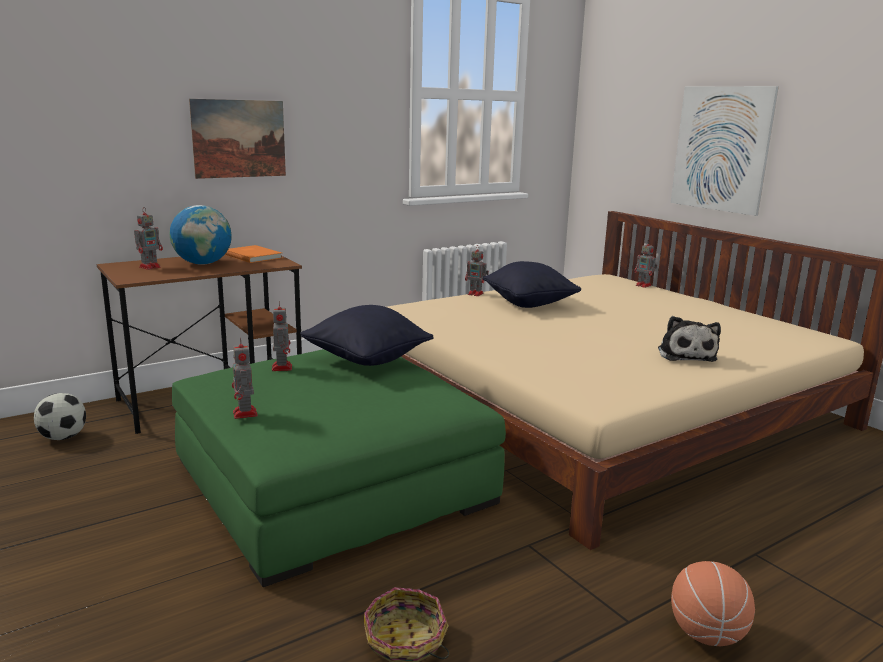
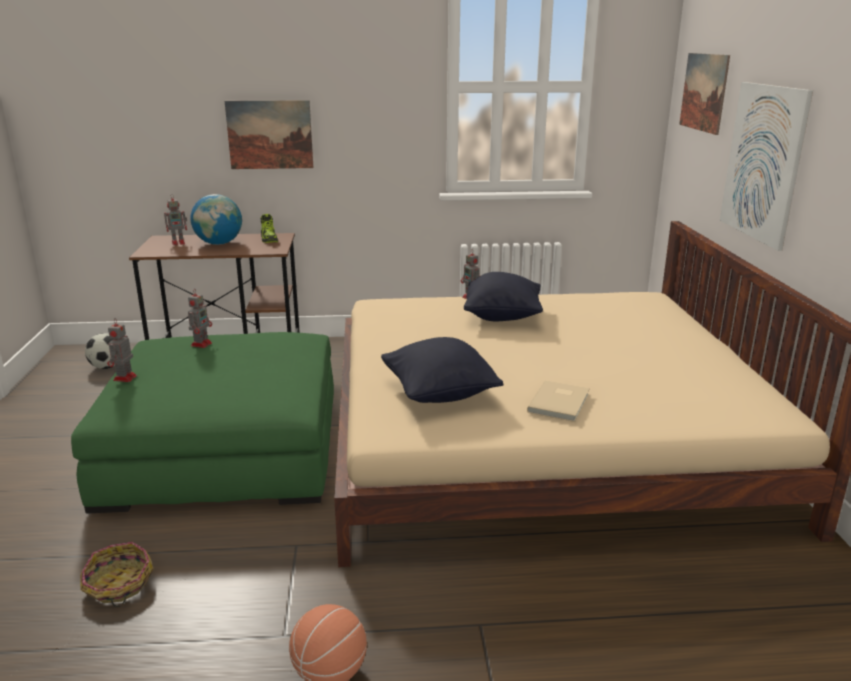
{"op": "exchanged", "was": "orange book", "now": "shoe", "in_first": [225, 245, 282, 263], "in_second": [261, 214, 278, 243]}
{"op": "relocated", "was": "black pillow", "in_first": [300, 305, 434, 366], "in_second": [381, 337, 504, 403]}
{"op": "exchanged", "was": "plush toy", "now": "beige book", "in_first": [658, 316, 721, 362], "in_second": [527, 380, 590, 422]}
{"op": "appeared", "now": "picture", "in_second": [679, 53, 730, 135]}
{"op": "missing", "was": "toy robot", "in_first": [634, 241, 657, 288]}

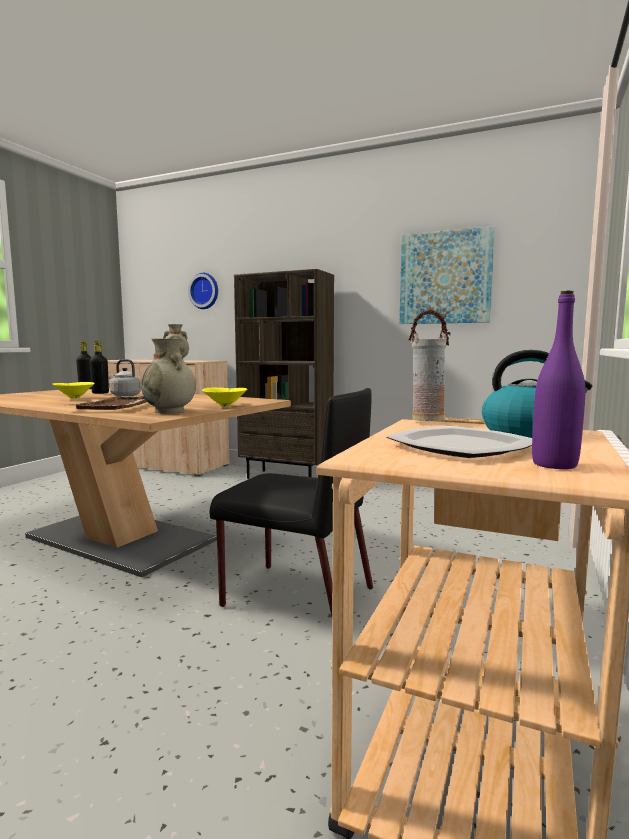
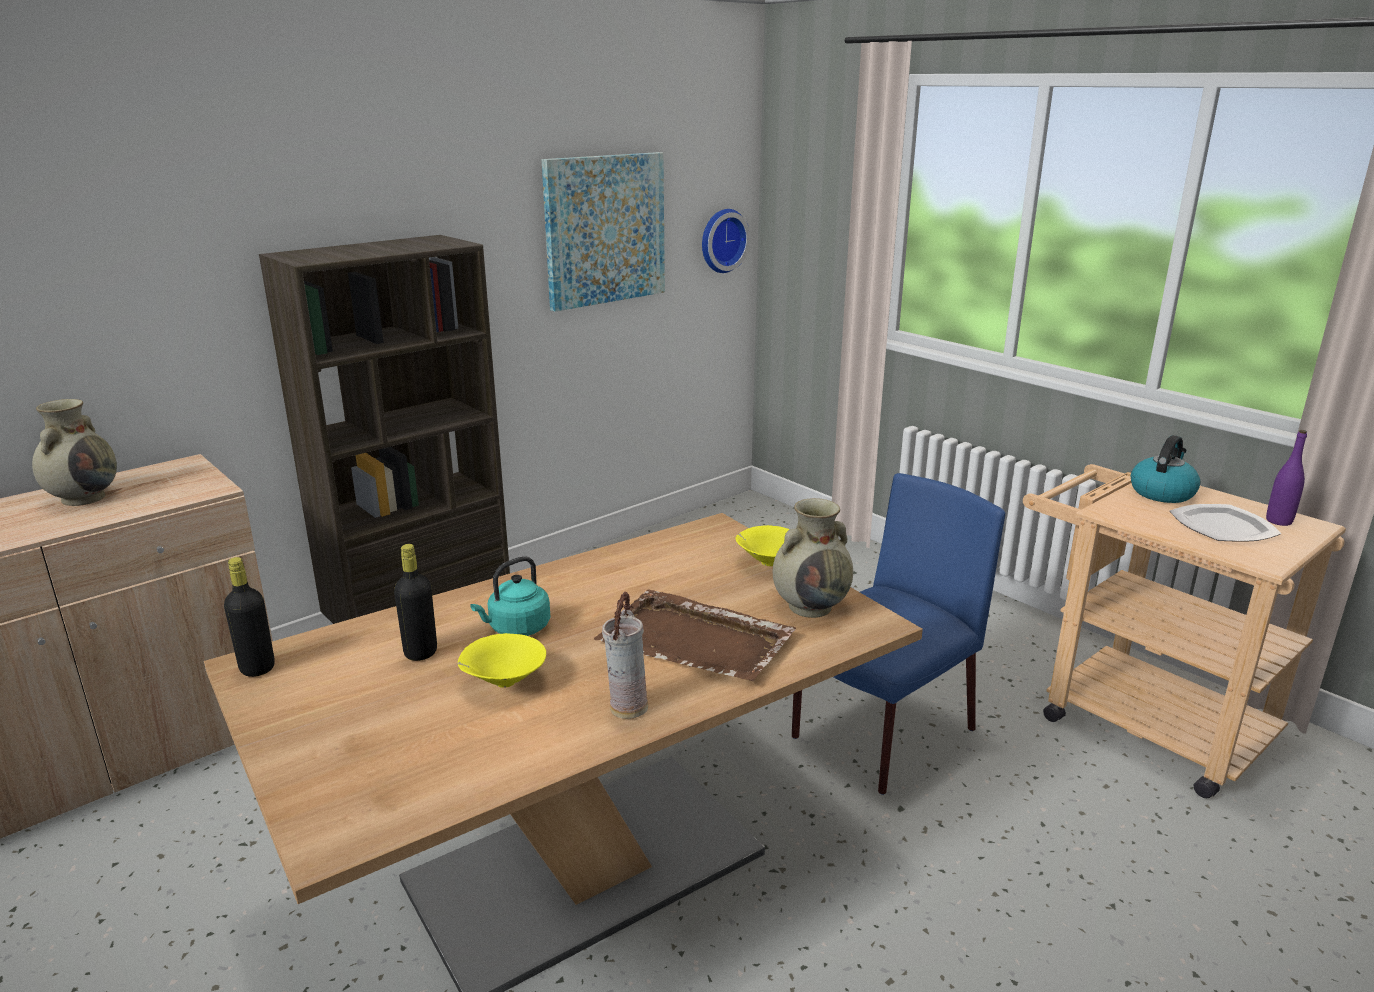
{"op": "colour", "was": "grey kettle", "now": "turquoise kettle", "in_first": [109, 359, 141, 397], "in_second": [470, 556, 551, 636]}
{"op": "relocated", "was": "vase", "in_first": [408, 310, 450, 421], "in_second": [602, 592, 648, 719]}
{"op": "relocated", "was": "wall clock", "in_first": [188, 273, 218, 309], "in_second": [702, 209, 750, 273]}
{"op": "colour", "was": "black chair", "now": "blue chair", "in_first": [209, 388, 373, 616], "in_second": [792, 473, 1005, 795]}

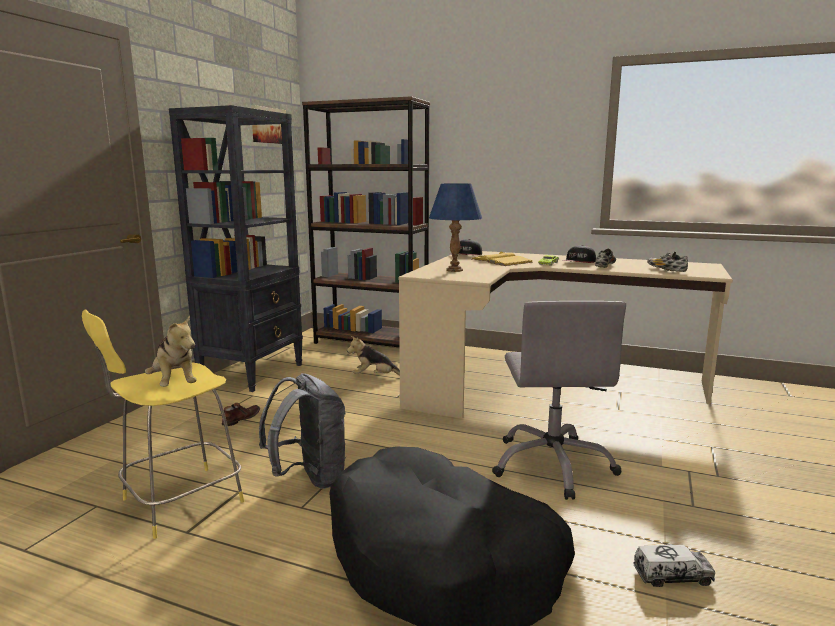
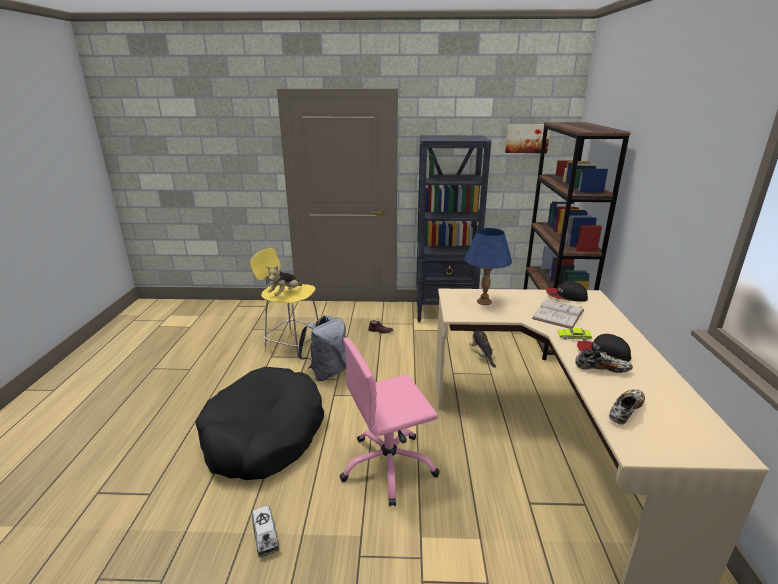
{"op": "colour", "was": "grey office chair", "now": "pink office chair", "in_first": [492, 301, 626, 500], "in_second": [340, 338, 440, 506]}
{"op": "colour", "was": "yellow book", "now": "white book", "in_first": [472, 251, 533, 266], "in_second": [532, 300, 585, 329]}

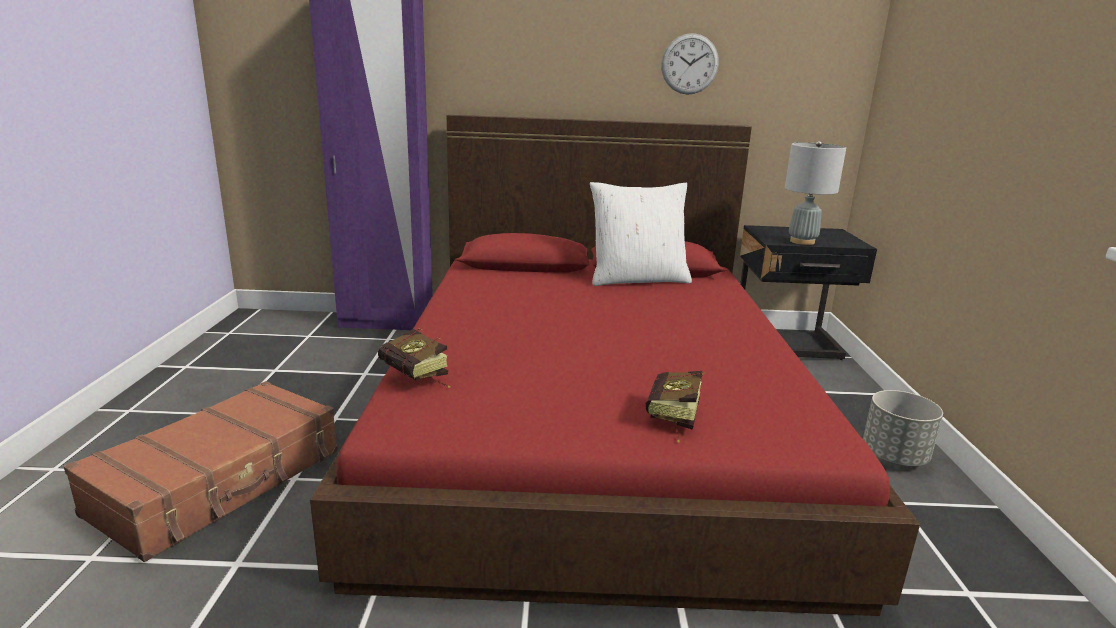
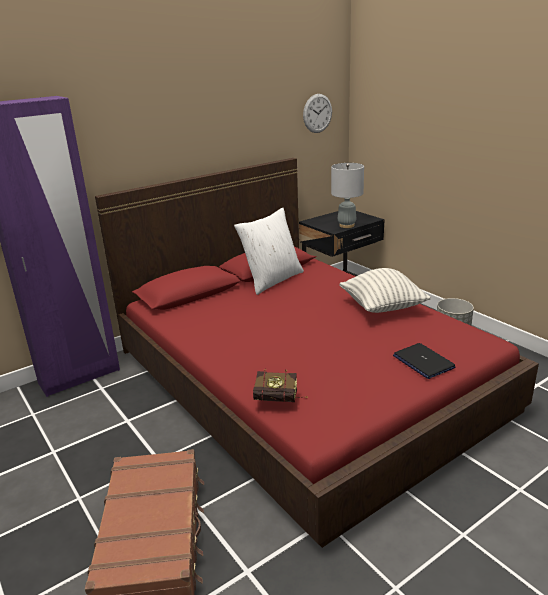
{"op": "relocated", "was": "wall clock", "in_first": [661, 33, 719, 95], "in_second": [303, 94, 332, 133]}
{"op": "appeared", "now": "pillow", "in_second": [340, 268, 431, 313]}
{"op": "exchanged", "was": "book", "now": "laptop", "in_first": [646, 371, 705, 443], "in_second": [393, 343, 456, 379]}

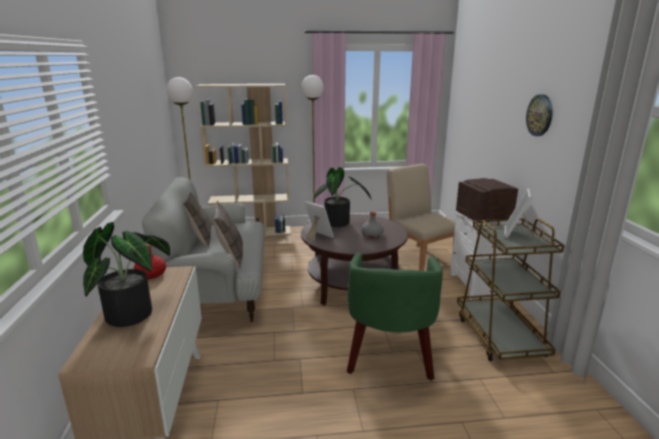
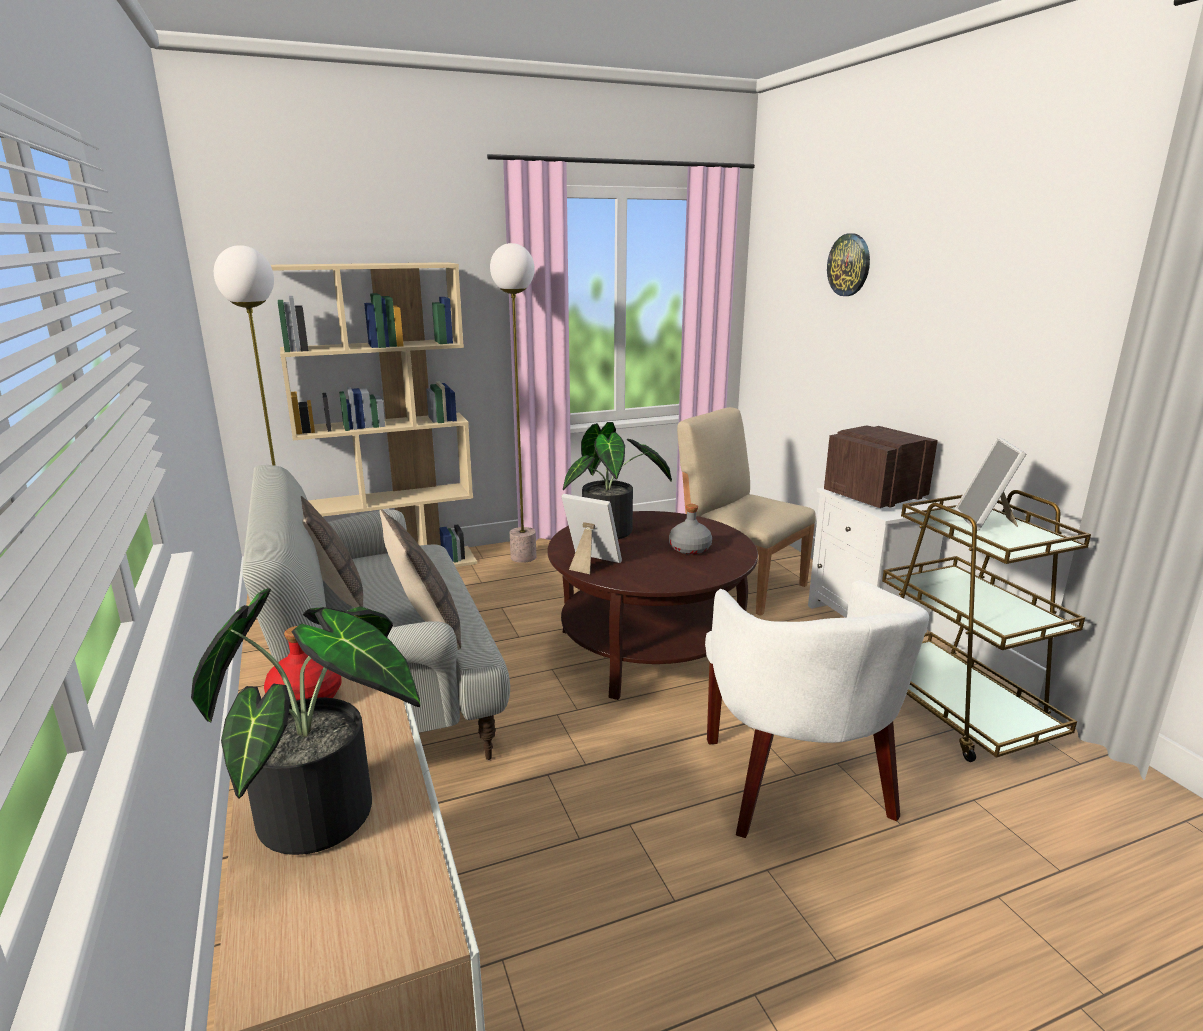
{"op": "colour", "was": "green armchair", "now": "white armchair", "in_first": [347, 253, 443, 380], "in_second": [705, 580, 929, 838]}
{"op": "relocated", "was": "wall clock", "in_first": [526, 94, 553, 136], "in_second": [827, 234, 870, 296]}

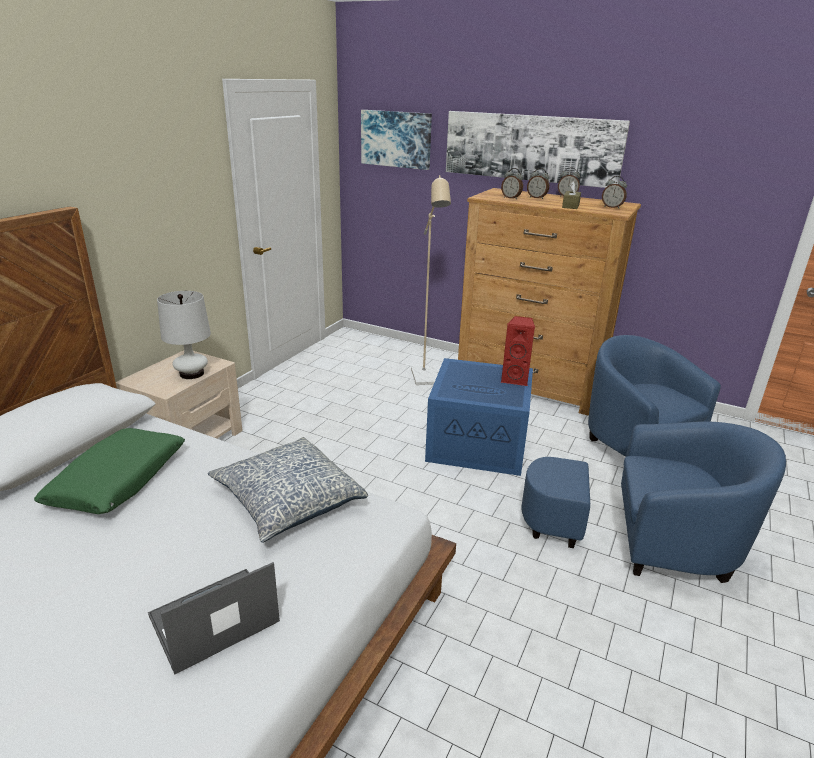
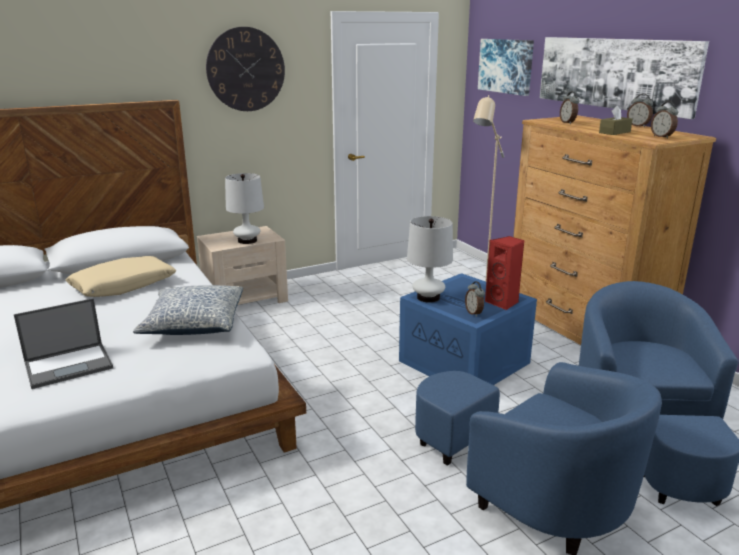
{"op": "spun", "was": "laptop", "in_first": [148, 562, 280, 675], "in_second": [14, 298, 113, 389], "clockwise": 150}
{"op": "colour", "was": "green pillow", "now": "beige pillow", "in_first": [34, 428, 185, 514], "in_second": [66, 256, 176, 297]}
{"op": "appeared", "now": "wall clock", "in_second": [206, 27, 285, 111]}
{"op": "appeared", "now": "white table lamp", "in_second": [407, 216, 453, 303]}
{"op": "relocated", "was": "alarm clock", "in_first": [527, 168, 549, 199], "in_second": [465, 281, 485, 317]}

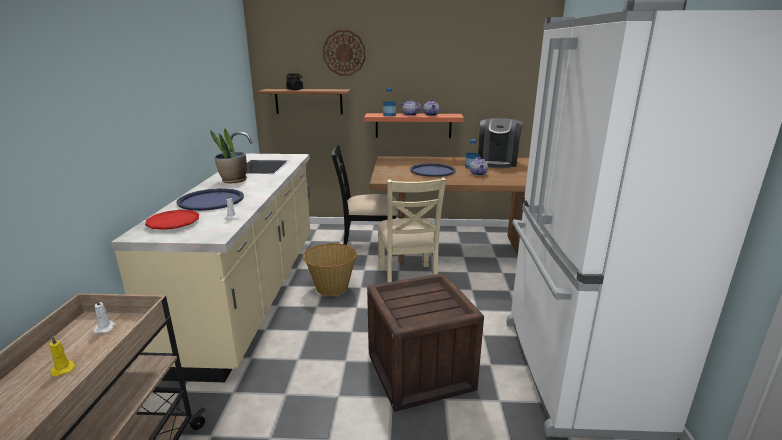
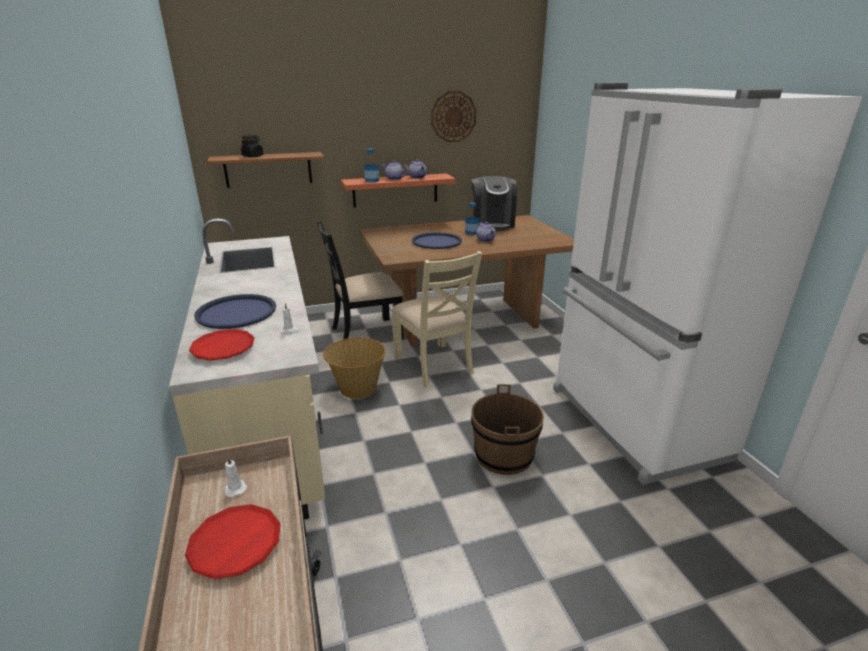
{"op": "exchanged", "was": "yellow candle", "now": "red plate", "in_first": [50, 336, 75, 376], "in_second": [185, 504, 281, 579]}
{"op": "relocated", "was": "wall clock", "in_first": [323, 30, 366, 76], "in_second": [431, 91, 476, 142]}
{"op": "exchanged", "was": "crate", "now": "brown bucket", "in_first": [367, 273, 484, 412], "in_second": [471, 384, 544, 475]}
{"op": "missing", "was": "potted plant", "in_first": [210, 128, 247, 183]}

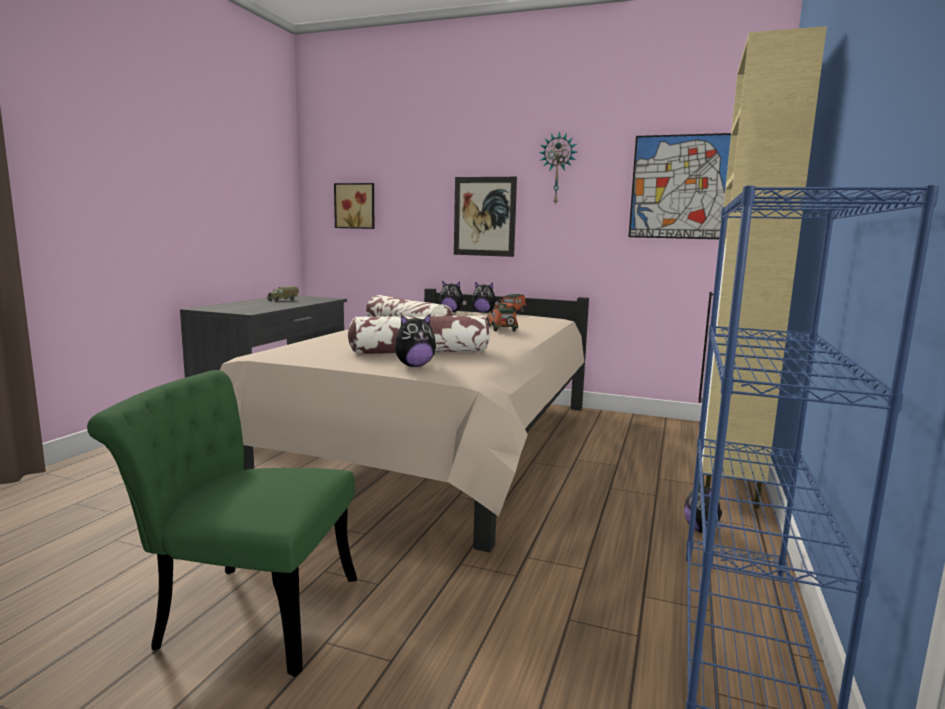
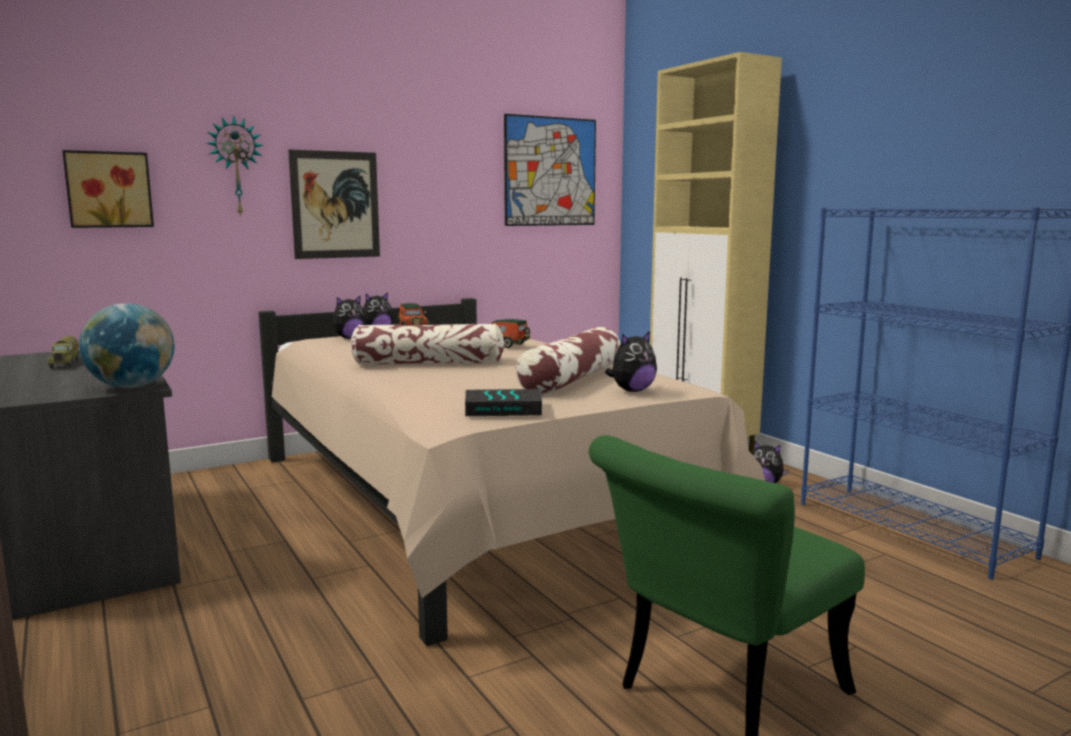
{"op": "appeared", "now": "globe", "in_second": [79, 303, 175, 388]}
{"op": "relocated", "was": "wall clock", "in_first": [539, 132, 577, 206], "in_second": [207, 115, 264, 217]}
{"op": "appeared", "now": "book", "in_second": [465, 389, 542, 416]}
{"op": "spun", "was": "plush toy", "in_first": [395, 313, 436, 367], "in_second": [605, 331, 657, 392], "clockwise": 45}

